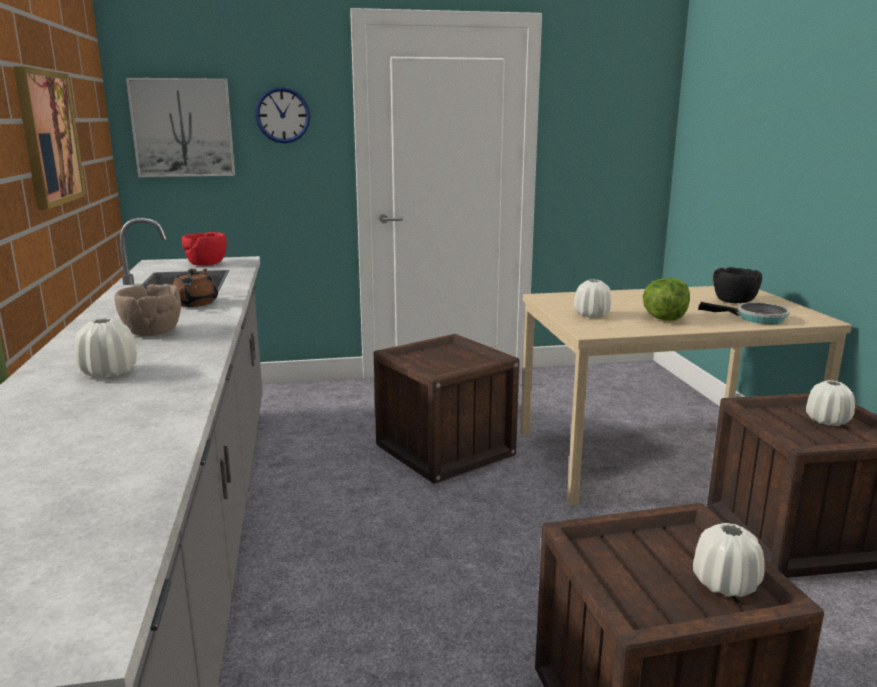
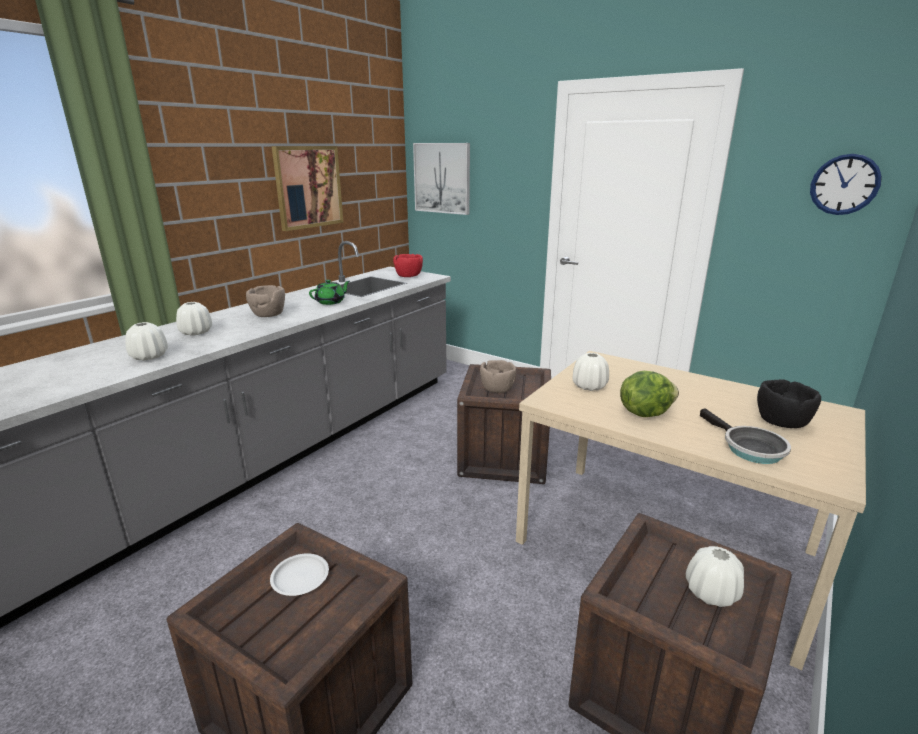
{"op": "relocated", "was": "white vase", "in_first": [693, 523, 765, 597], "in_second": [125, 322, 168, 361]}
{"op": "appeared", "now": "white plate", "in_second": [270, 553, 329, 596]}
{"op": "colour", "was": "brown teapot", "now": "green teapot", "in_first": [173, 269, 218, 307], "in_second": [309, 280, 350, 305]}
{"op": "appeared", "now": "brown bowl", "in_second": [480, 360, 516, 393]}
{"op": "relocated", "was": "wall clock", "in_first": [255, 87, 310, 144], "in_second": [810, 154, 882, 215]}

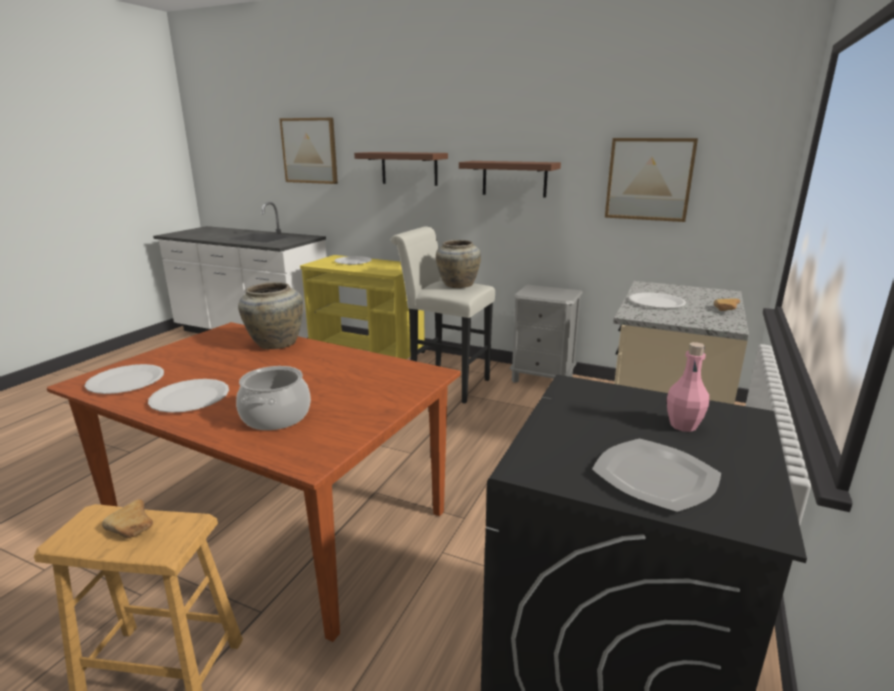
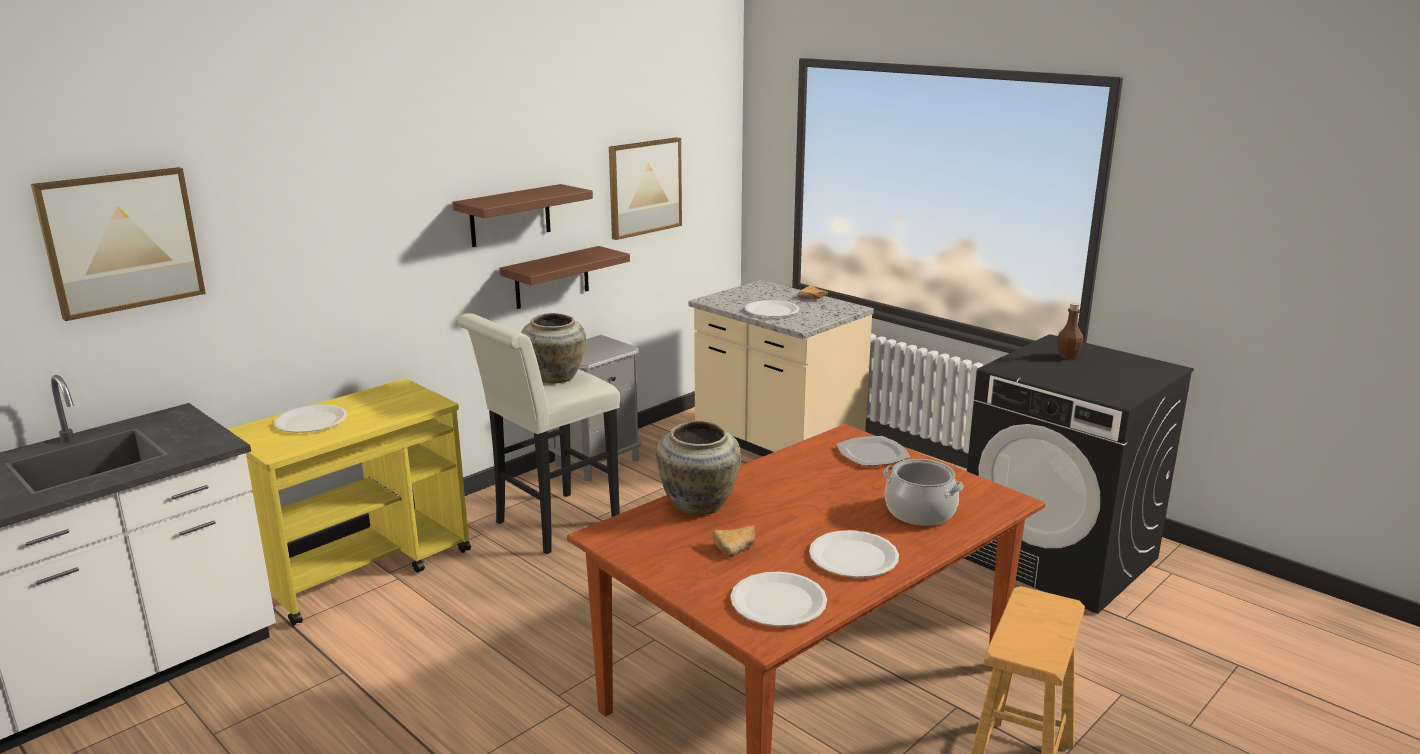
{"op": "relocated", "was": "brown shelf", "in_first": [354, 152, 448, 186], "in_second": [500, 246, 630, 309]}
{"op": "relocated", "was": "bread", "in_first": [102, 499, 153, 539], "in_second": [712, 525, 756, 557]}
{"op": "relocated", "was": "plate", "in_first": [592, 438, 721, 512], "in_second": [836, 436, 910, 466]}
{"op": "colour", "was": "pink bottle", "now": "brown bottle", "in_first": [667, 342, 709, 432], "in_second": [1057, 303, 1083, 359]}

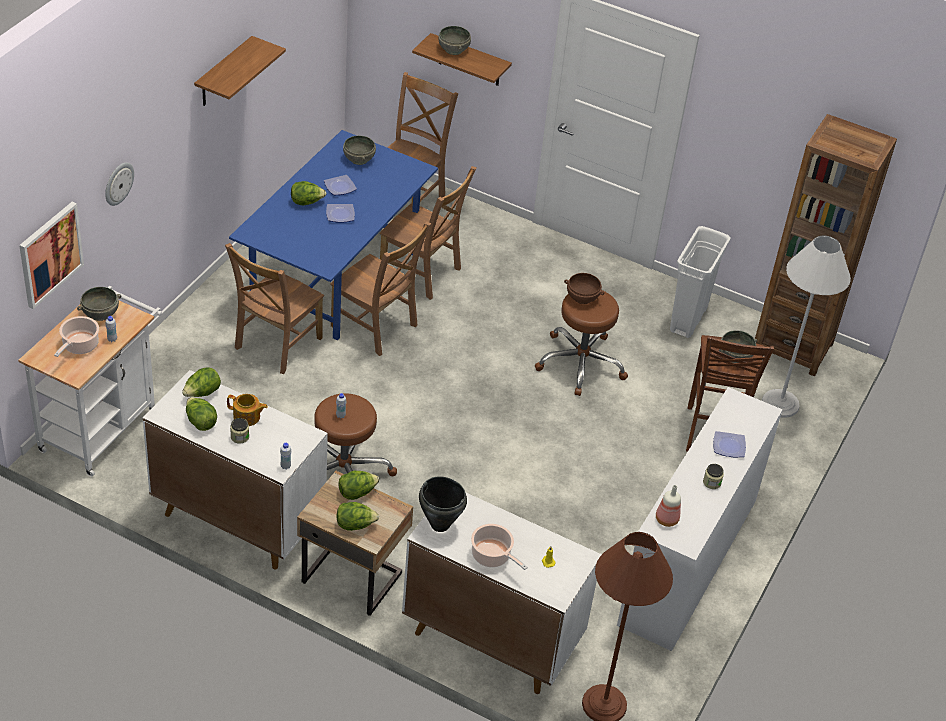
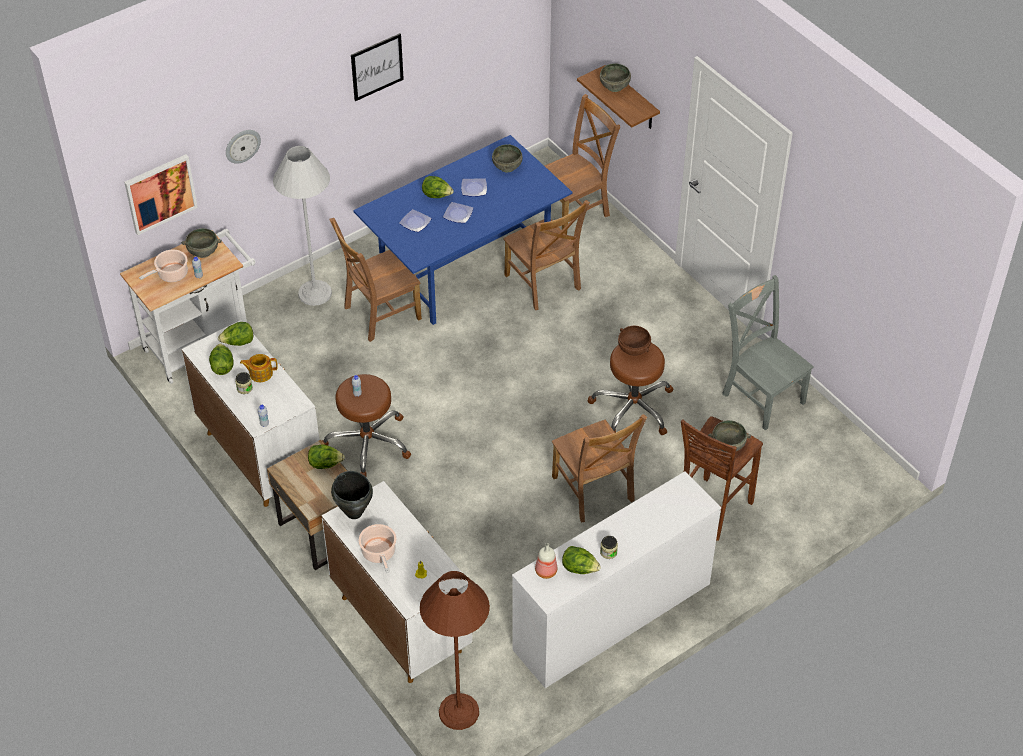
{"op": "spun", "was": "teapot", "in_first": [227, 394, 268, 426], "in_second": [240, 354, 278, 382], "clockwise": 135}
{"op": "relocated", "was": "white floor lamp", "in_first": [762, 235, 851, 418], "in_second": [273, 146, 332, 306]}
{"op": "exchanged", "was": "shelf", "now": "picture", "in_first": [194, 36, 286, 106], "in_second": [351, 33, 404, 101]}
{"op": "relocated", "was": "plate", "in_first": [713, 431, 746, 458], "in_second": [399, 209, 432, 232]}
{"op": "relocated", "was": "brown chair", "in_first": [330, 222, 431, 356], "in_second": [552, 414, 647, 522]}
{"op": "relocated", "was": "lettuce", "in_first": [336, 502, 379, 531], "in_second": [562, 546, 601, 574]}
{"op": "exchanged", "was": "white trash can", "now": "grey chair", "in_first": [670, 226, 731, 338], "in_second": [722, 275, 814, 430]}
{"op": "missing", "was": "brown bookcase", "in_first": [755, 114, 897, 377]}

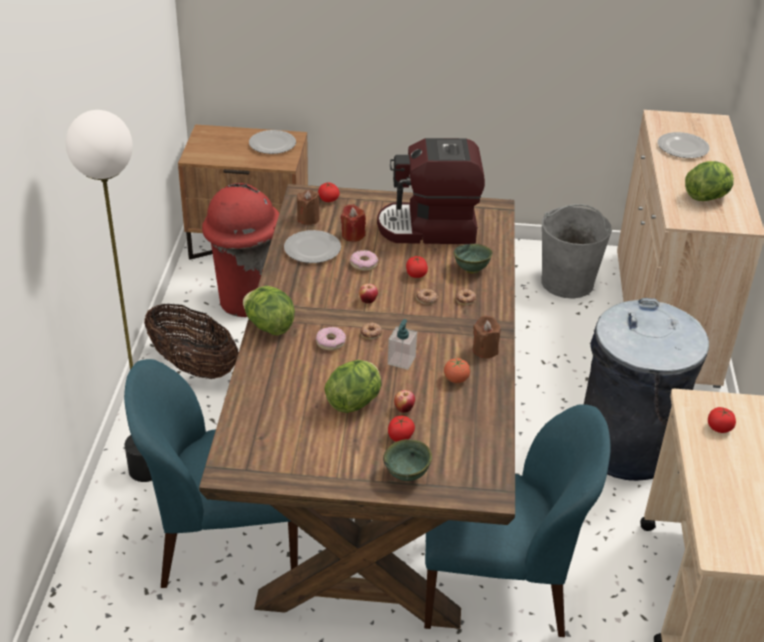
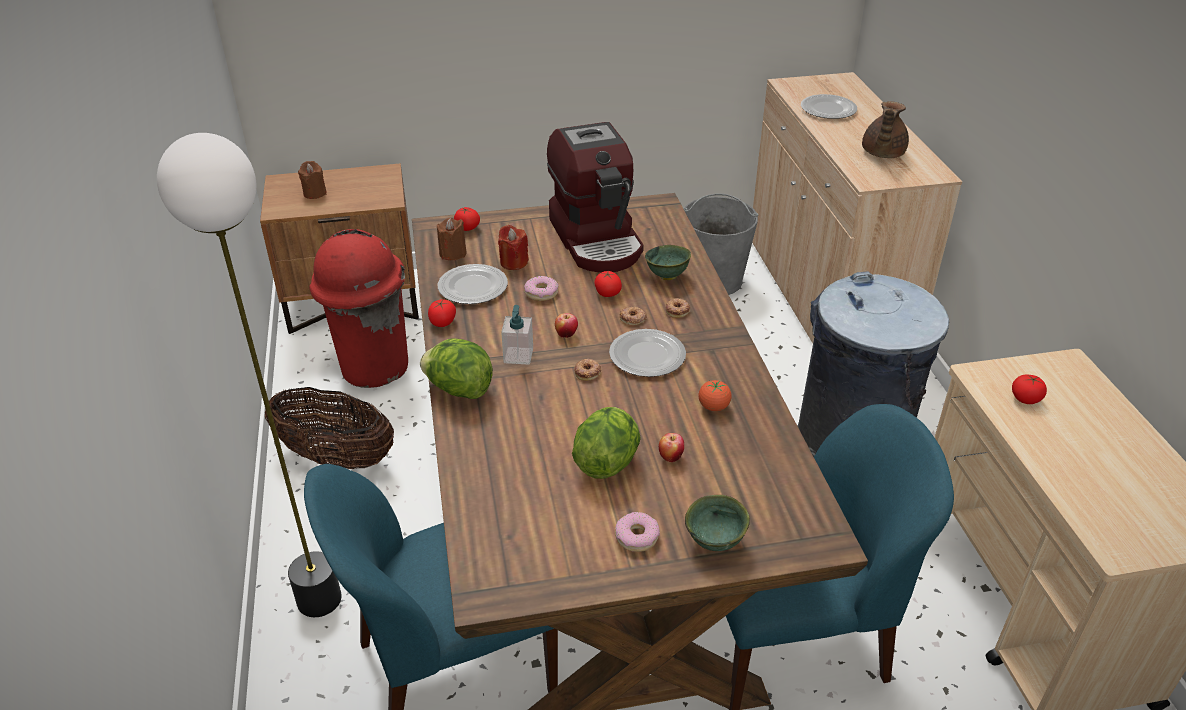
{"op": "relocated", "was": "brown candle", "in_first": [473, 316, 501, 358], "in_second": [298, 161, 327, 199]}
{"op": "relocated", "was": "tomato", "in_first": [388, 416, 415, 442], "in_second": [428, 299, 456, 327]}
{"op": "relocated", "was": "soap dispenser", "in_first": [388, 319, 417, 370], "in_second": [501, 305, 533, 365]}
{"op": "spun", "was": "coffee machine", "in_first": [377, 138, 485, 244], "in_second": [547, 122, 644, 273], "clockwise": -90}
{"op": "relocated", "was": "plate", "in_first": [249, 130, 296, 154], "in_second": [609, 329, 686, 377]}
{"op": "relocated", "was": "donut", "in_first": [316, 327, 346, 351], "in_second": [615, 512, 660, 552]}
{"op": "exchanged", "was": "lettuce", "now": "brown teapot", "in_first": [685, 161, 734, 201], "in_second": [862, 101, 909, 158]}

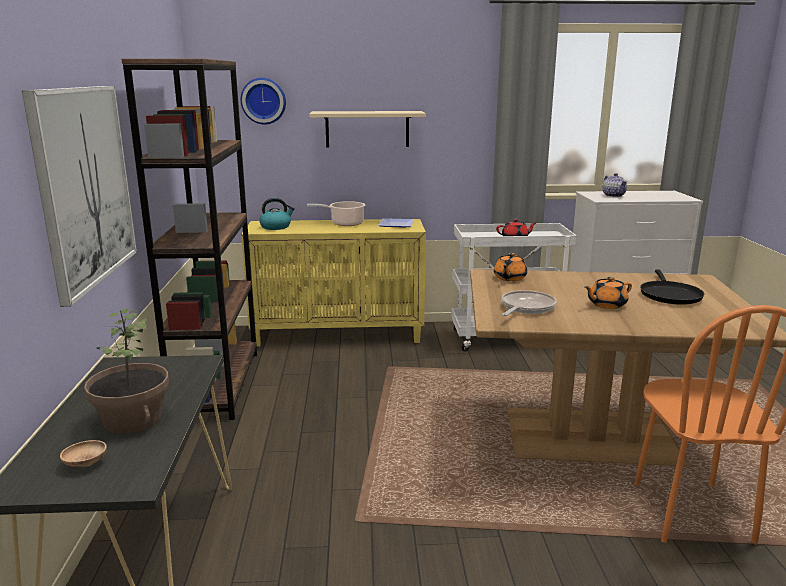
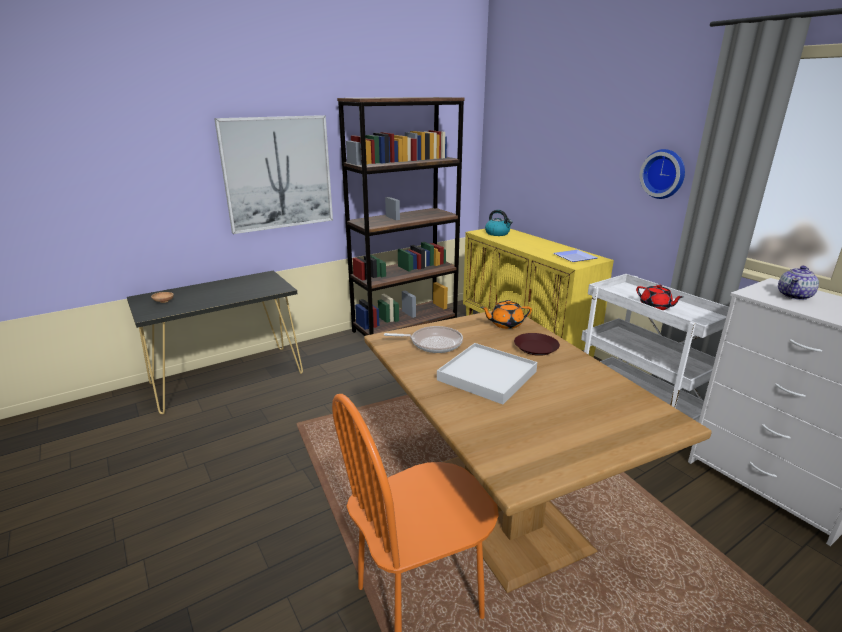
{"op": "exchanged", "was": "orange teapot", "now": "white tray", "in_first": [585, 276, 632, 309], "in_second": [437, 343, 537, 405]}
{"op": "appeared", "now": "brown plate", "in_second": [514, 333, 560, 356]}
{"op": "relocated", "was": "wall clock", "in_first": [241, 78, 286, 125], "in_second": [640, 149, 685, 199]}
{"op": "missing", "was": "potted plant", "in_first": [84, 308, 169, 434]}
{"op": "missing", "was": "cooking pot", "in_first": [307, 201, 365, 226]}
{"op": "missing", "was": "beige shelf", "in_first": [309, 111, 426, 147]}
{"op": "missing", "was": "black frying pan", "in_first": [640, 269, 705, 305]}

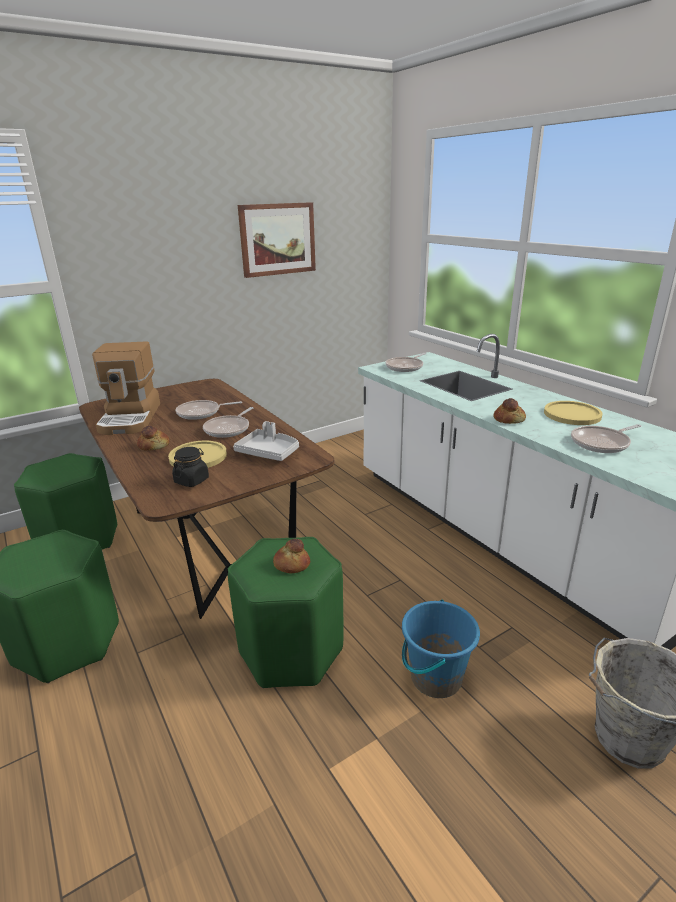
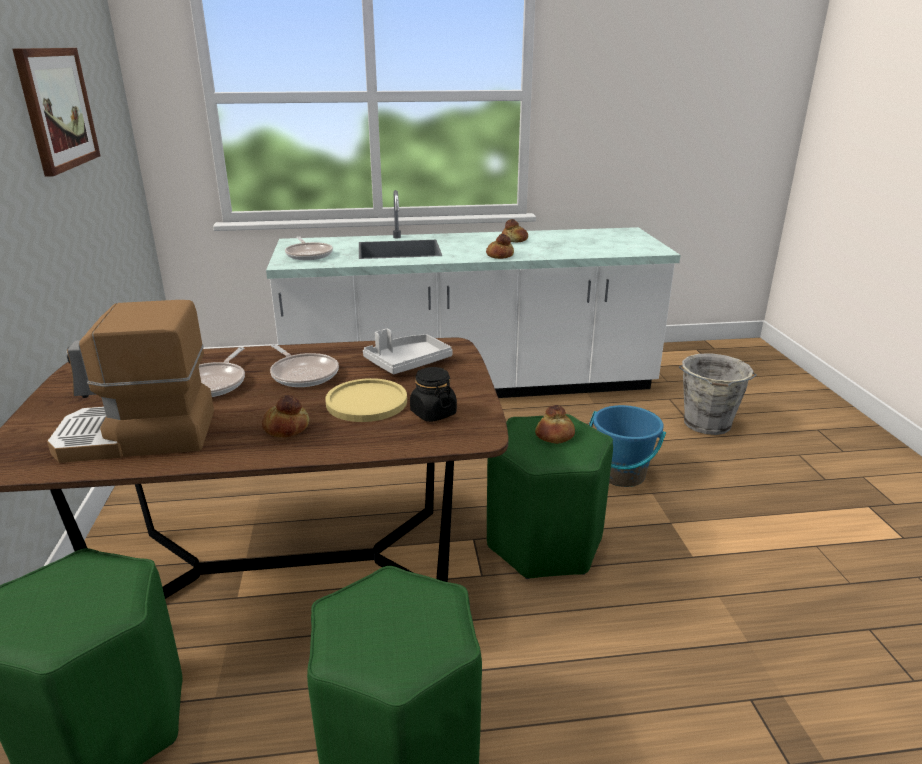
{"op": "spun", "was": "coffee machine", "in_first": [92, 341, 160, 435], "in_second": [47, 300, 214, 463], "clockwise": 150}
{"op": "exchanged", "was": "yellow plate", "now": "bread", "in_first": [544, 401, 603, 425], "in_second": [501, 219, 528, 242]}
{"op": "missing", "was": "frying pan", "in_first": [571, 424, 641, 453]}

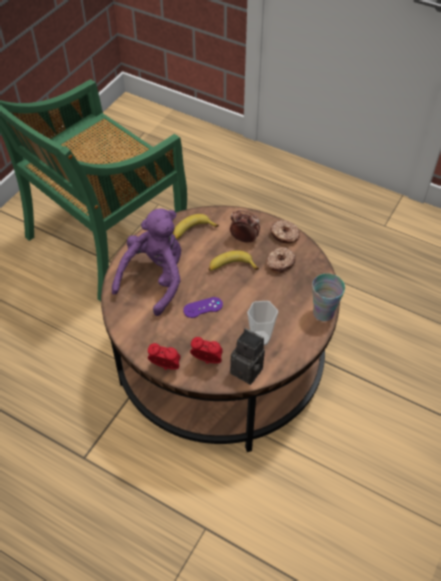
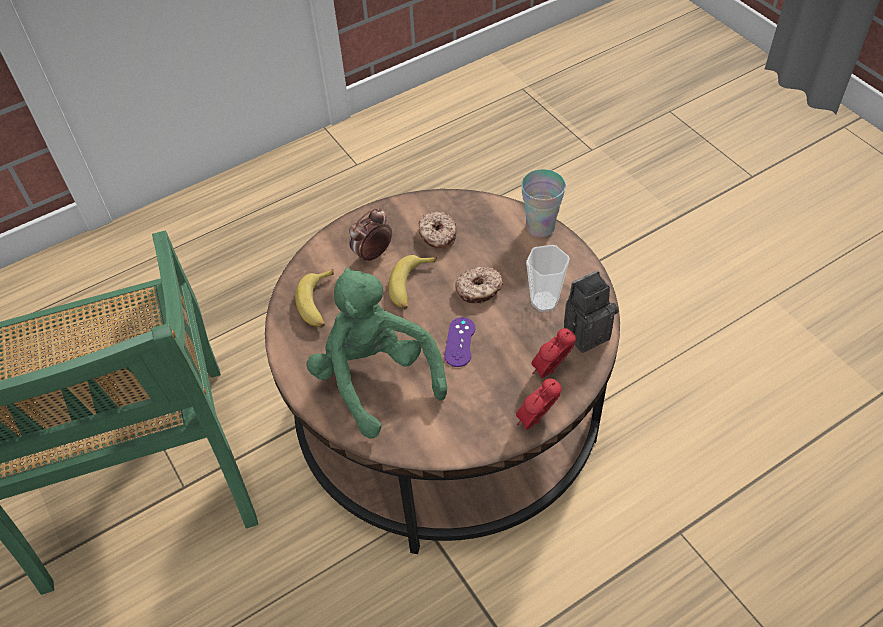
{"op": "colour", "was": "purple plush toy", "now": "green plush toy", "in_first": [112, 208, 181, 316], "in_second": [306, 267, 447, 438]}
{"op": "relocated", "was": "donut", "in_first": [270, 220, 300, 244], "in_second": [455, 267, 503, 303]}

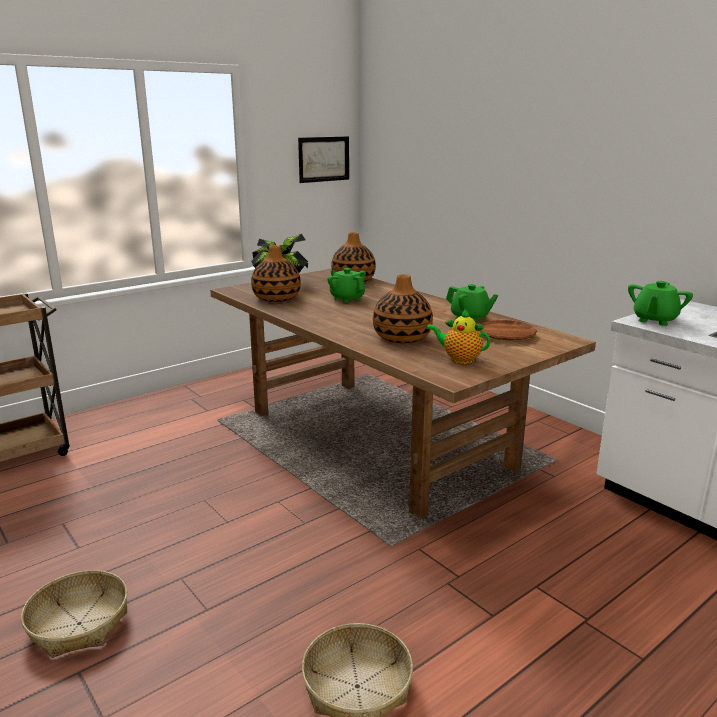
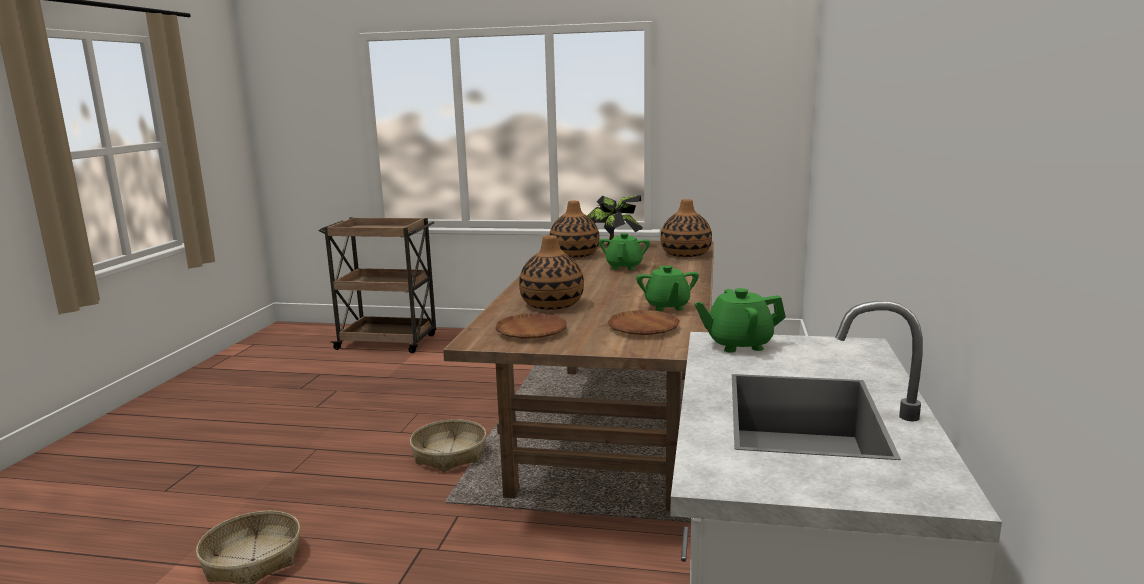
{"op": "relocated", "was": "basket", "in_first": [21, 570, 128, 658], "in_second": [410, 419, 487, 472]}
{"op": "exchanged", "was": "teapot", "now": "brown plate", "in_first": [426, 309, 490, 364], "in_second": [496, 313, 567, 339]}
{"op": "missing", "was": "picture", "in_first": [298, 136, 349, 183]}

